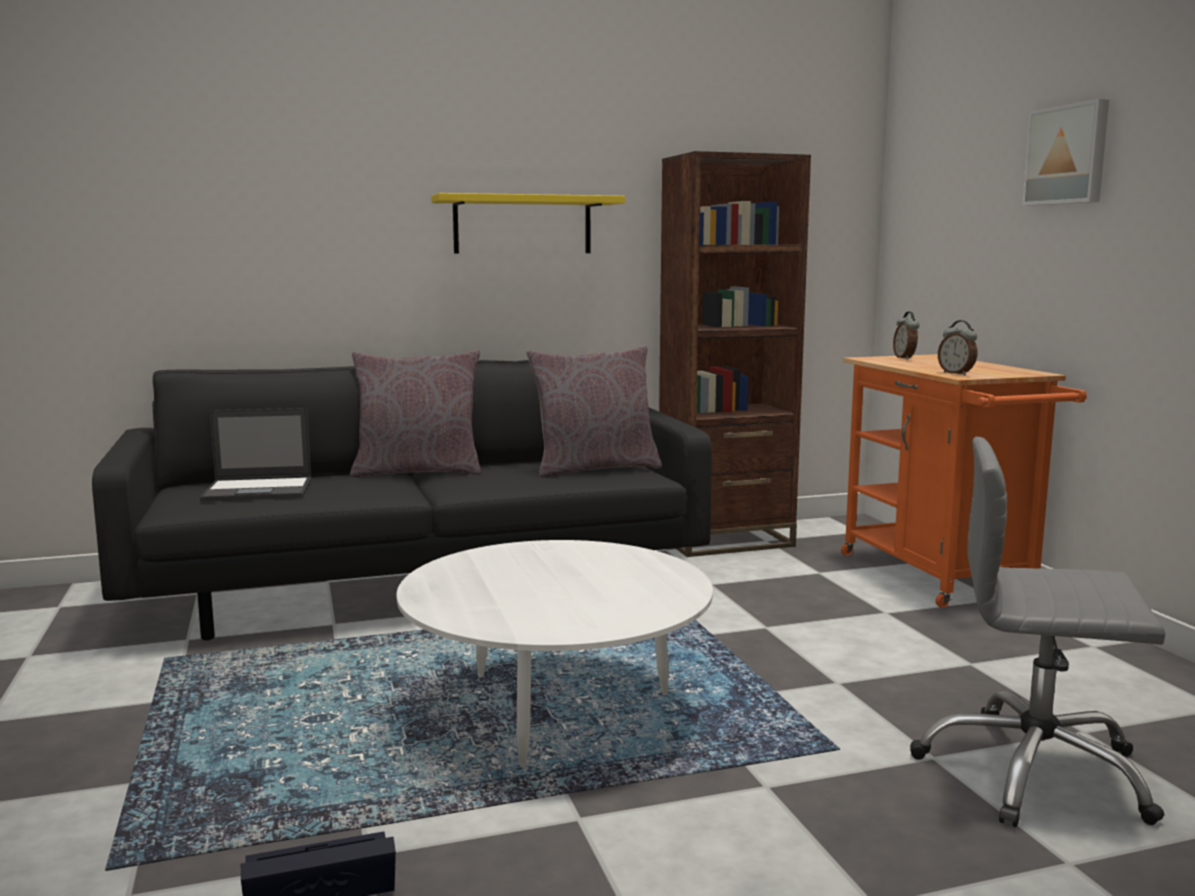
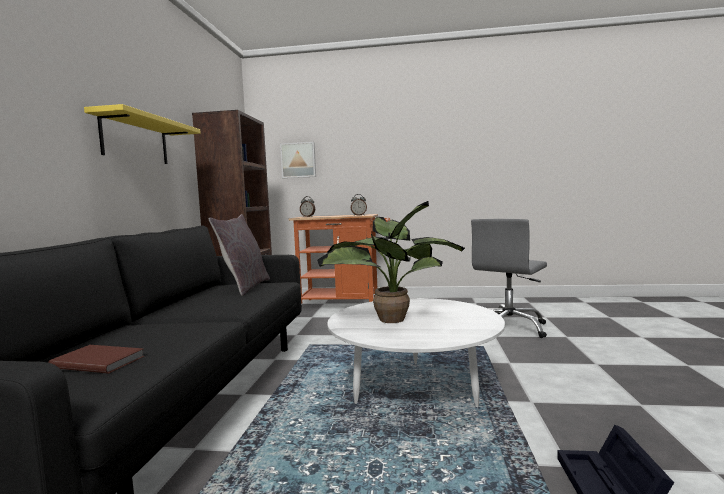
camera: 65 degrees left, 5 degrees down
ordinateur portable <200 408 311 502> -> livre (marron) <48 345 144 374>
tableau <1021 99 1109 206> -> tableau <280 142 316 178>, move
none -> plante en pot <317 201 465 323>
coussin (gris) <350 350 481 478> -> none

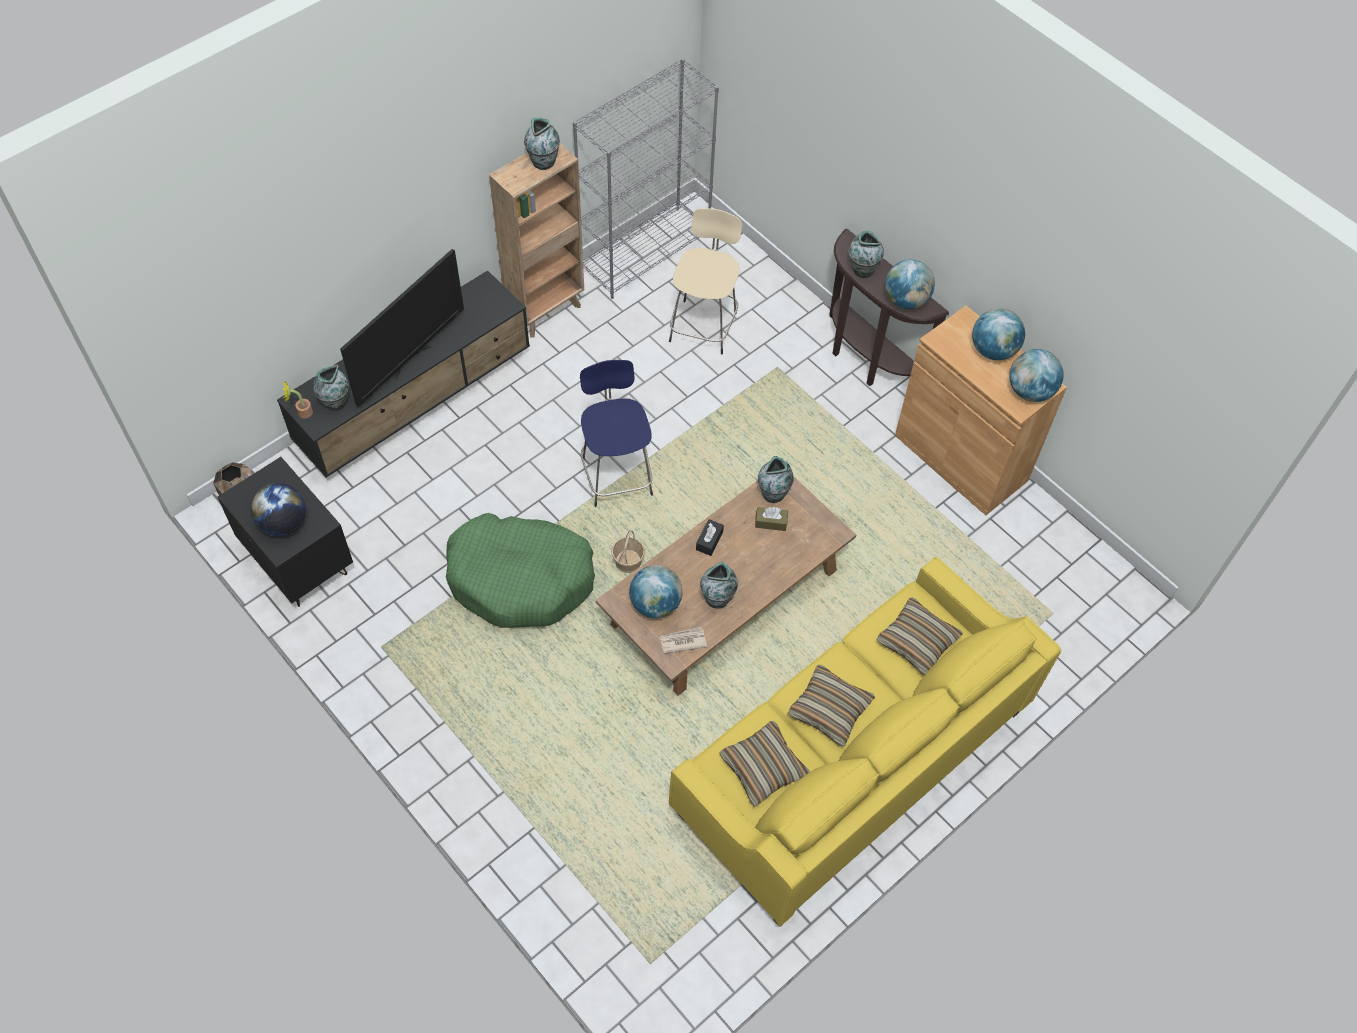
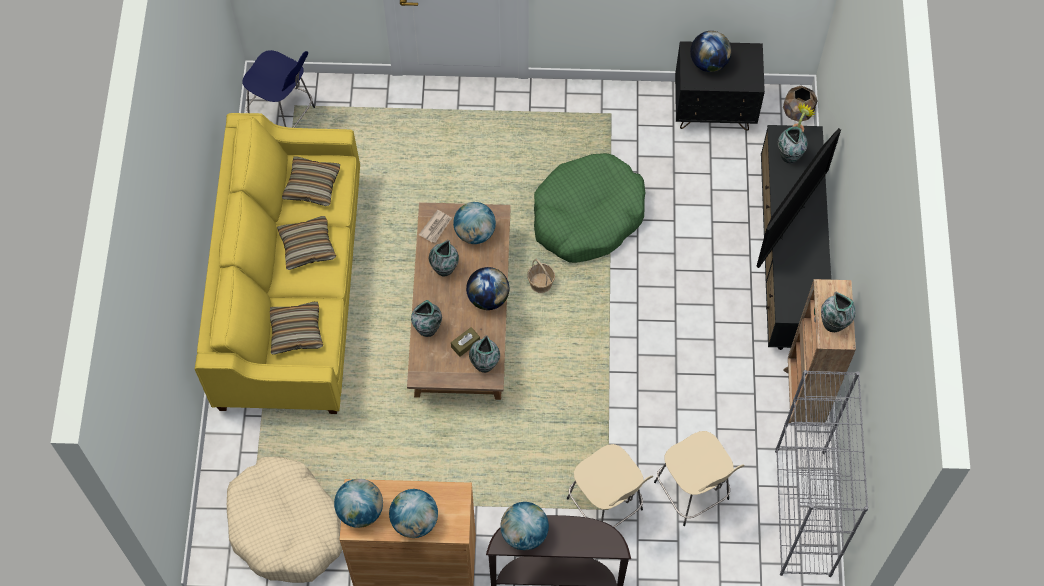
camera: 135 degrees right, 5 degrees up
none -> panier pour chien (beige) <227 457 342 583>
tabouret (bleu) <580 360 653 507> -> tabouret (bleu) <242 50 315 128>, move
vase <849 230 884 278> -> vase <411 300 442 337>, move
boîte à mouchoirs (noir) <696 519 724 556> -> globe <466 267 510 310>
none -> tabouret (beige) <567 444 653 528>
téléviseur <340 249 464 407> -> téléviseur <756 128 841 268>, 135 degrees counterclockwise

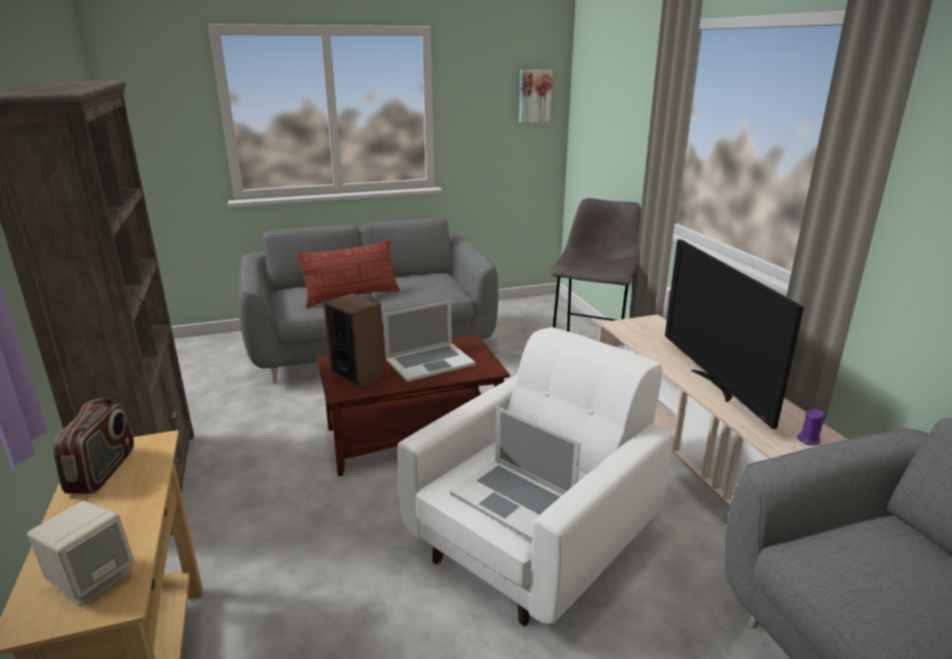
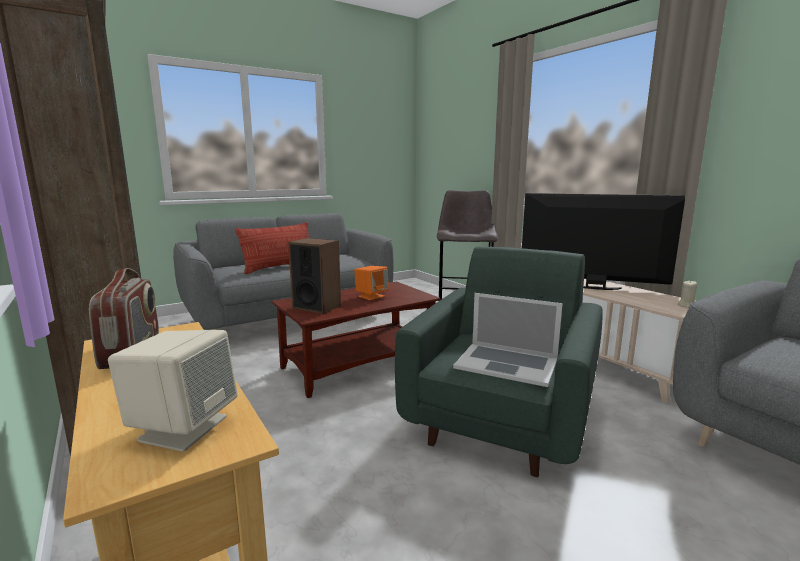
camera: 15 degrees left, 10 degrees down
ordinateur portable <383 301 476 382> -> enceinte (orange) <354 266 389 300>
fauteuil (blanc) <397 327 673 626> -> fauteuil (vert) <395 246 603 477>
téléviseur <665 239 804 429> -> téléviseur <522 193 685 290>, 135 degrees clockwise
bougie (violet) <797 409 825 445> -> bougie (beige) <678 280 697 308>
tableau <519 70 553 123> -> none

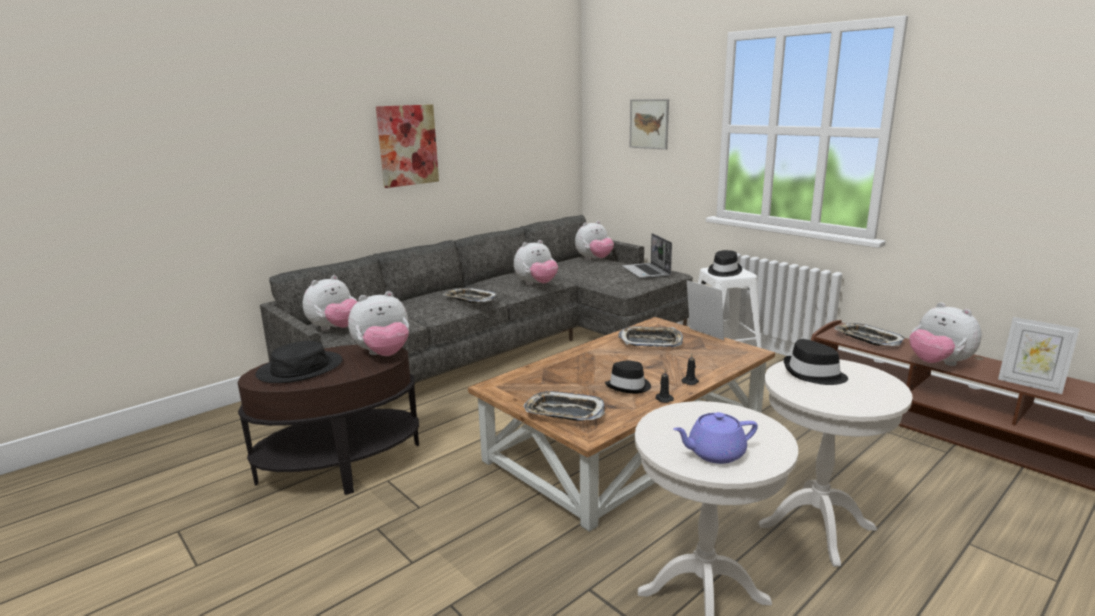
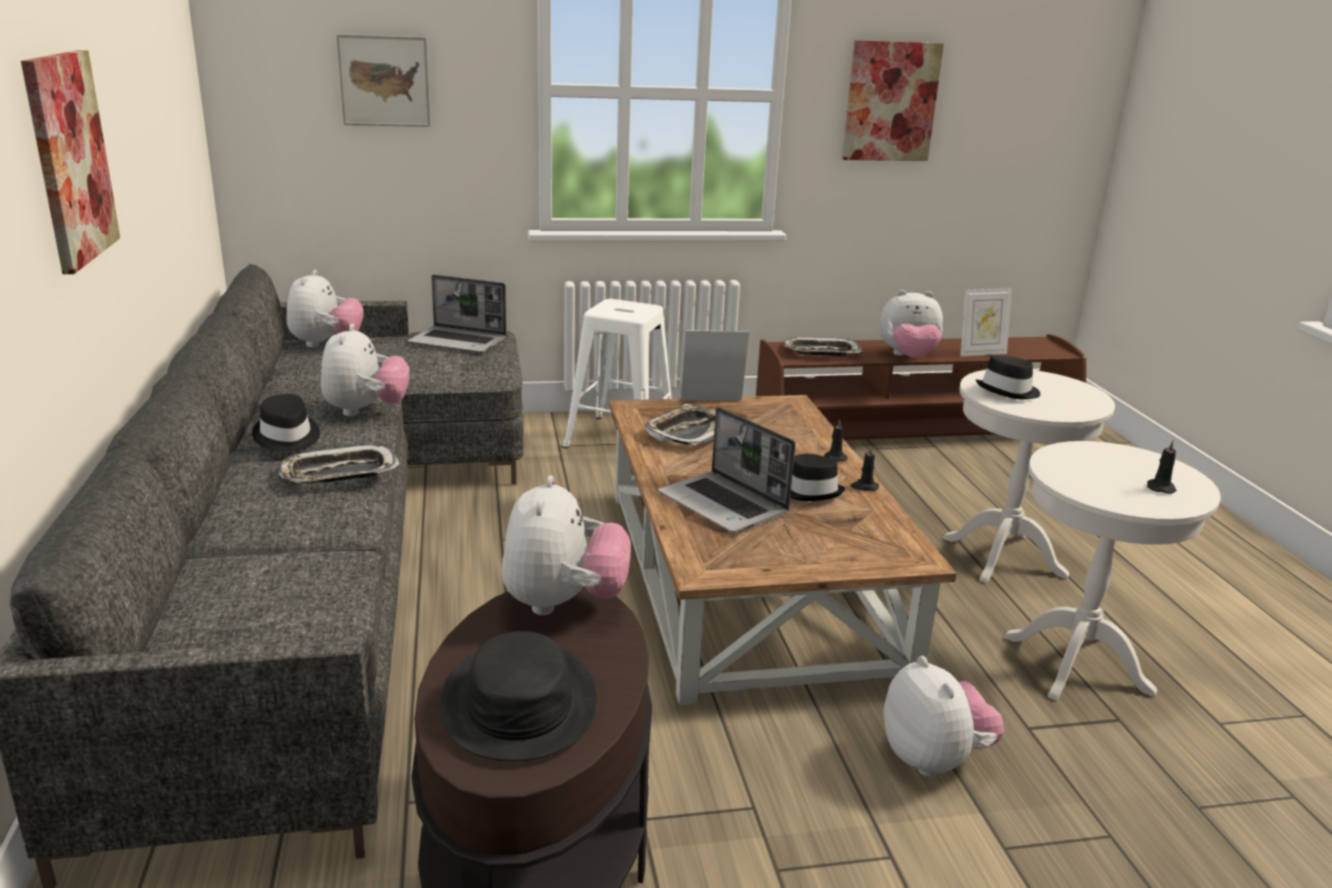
camera: 60 degrees left, 5 degrees up
chapeau (noir) <708 250 742 277> -> chapeau (noir) <252 394 320 452>, move
none -> ordinateur portable <658 407 795 533>
none -> tableau <842 40 944 161>
peluche <303 275 358 331> -> peluche <883 656 1004 777>, move
théière (violet) <673 412 758 464> -> bougie (noir) <1147 440 1177 494>
plateau <523 391 605 421> -> none

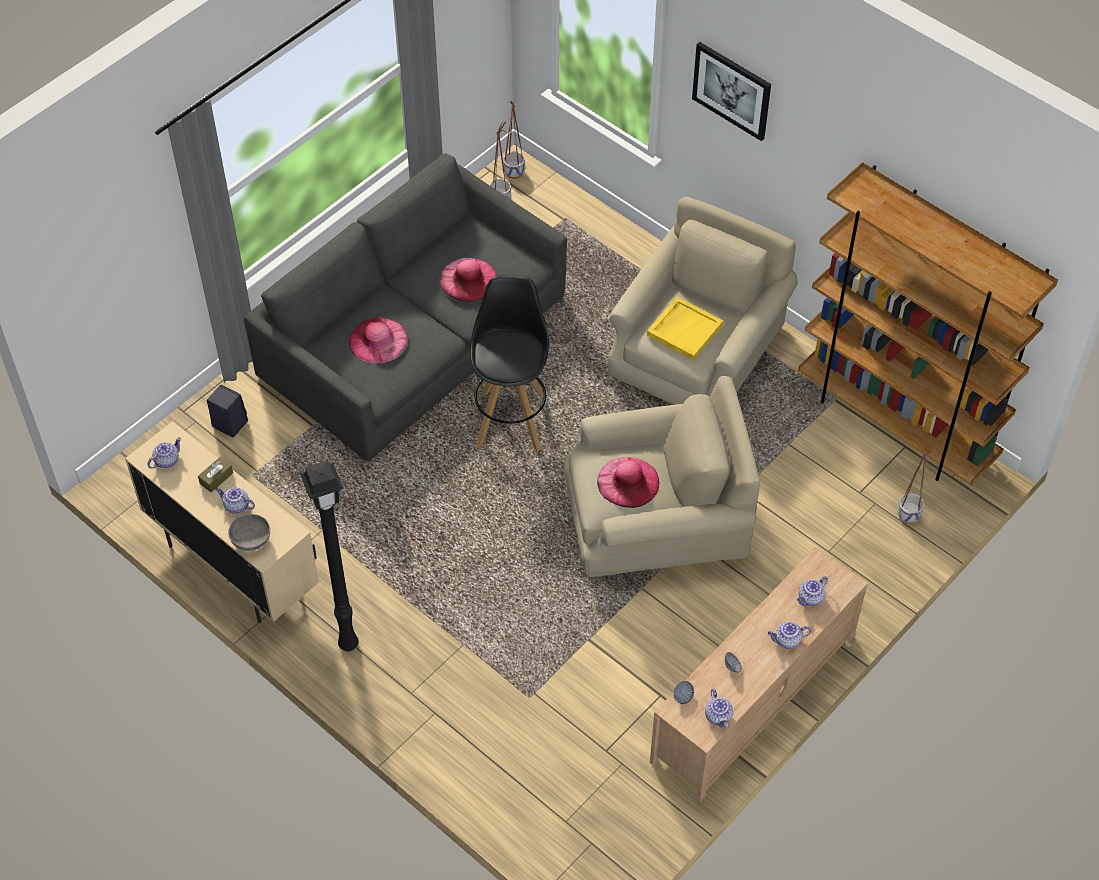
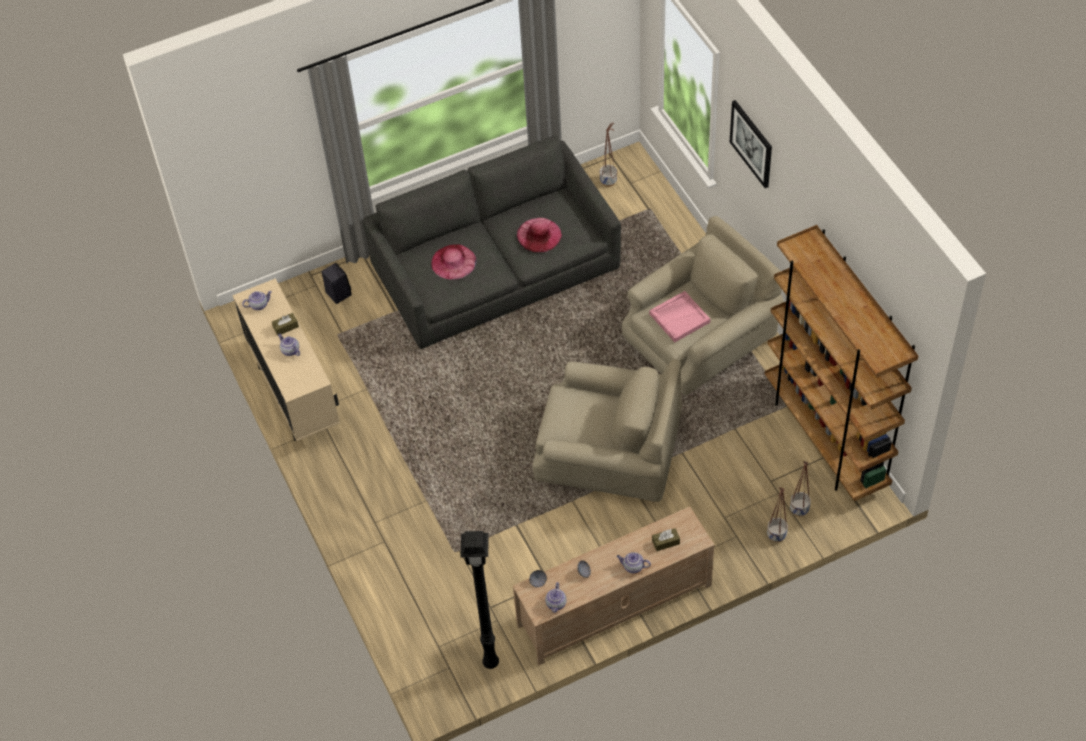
camera: 25 degrees right, 0 degrees up
lampadaire (noir) <300 460 359 651> -> lampadaire (noir) <461 531 499 669>, move
plateau (jaune) <647 297 723 360> -> plateau (rose) <649 291 710 342>
théière <797 576 828 606> -> boîte à mouchoirs (marron) <652 528 680 551>
cache-pot <503 101 525 179> -> cache-pot <767 487 788 542>, move
bol (gris) <228 514 270 551> -> none
tabouret (noir) <470 275 549 452> -> none
chapeau (rose) <597 457 659 508> -> none

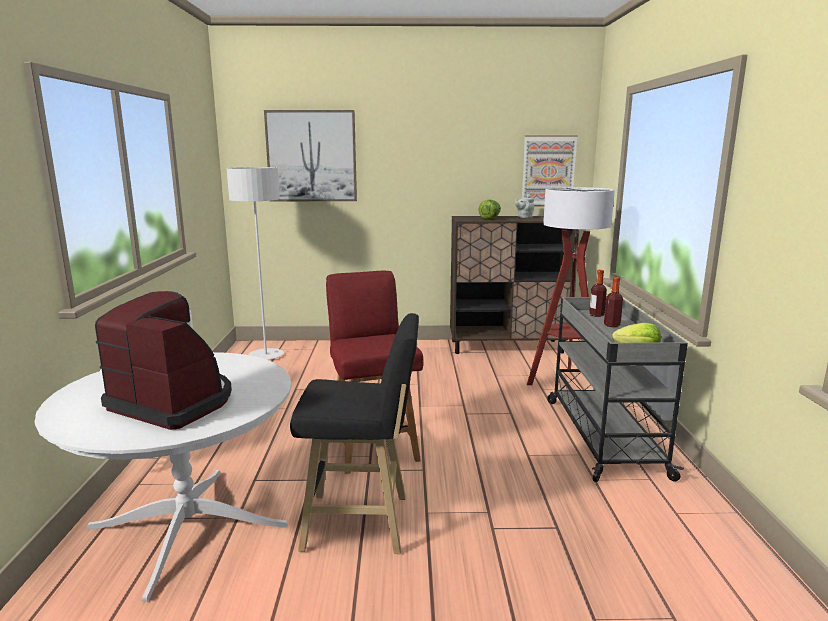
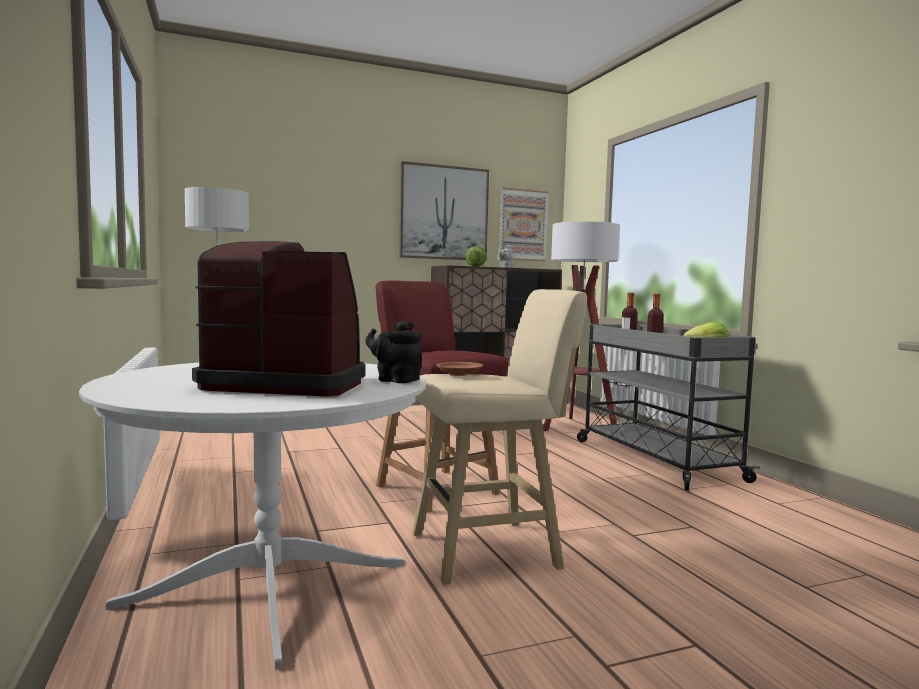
camera: 20 degrees left, 10 degrees down
none -> théière (noir) <365 321 422 383>
tableau <264 110 357 201> -> tableau <399 161 489 261>, move
tabouret (noir) <290 313 419 554> -> tabouret (beige) <412 289 587 585>
none -> assiette (marron) <436 362 483 376>

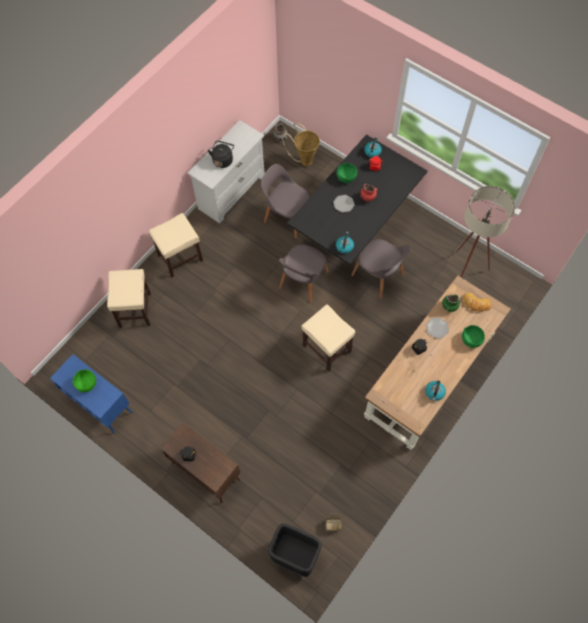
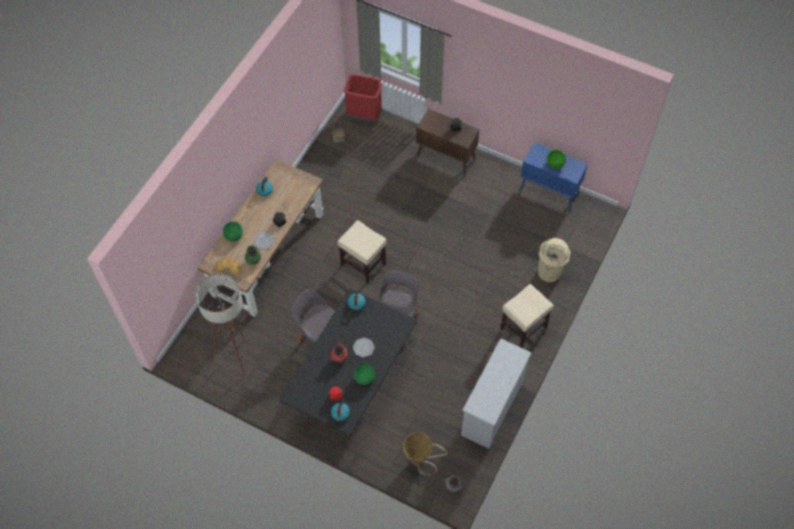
camera: 170 degrees right, 5 degrees down
poubelle (noir) <268 524 322 577> -> poubelle (rouge) <344 74 382 123>
tabouret (beige) <107 269 151 328> -> poubelle (beige) <538 238 571 283>
bouilloire (noir) <208 140 234 168> -> none
chaise (gris) <261 164 310 238> -> none

